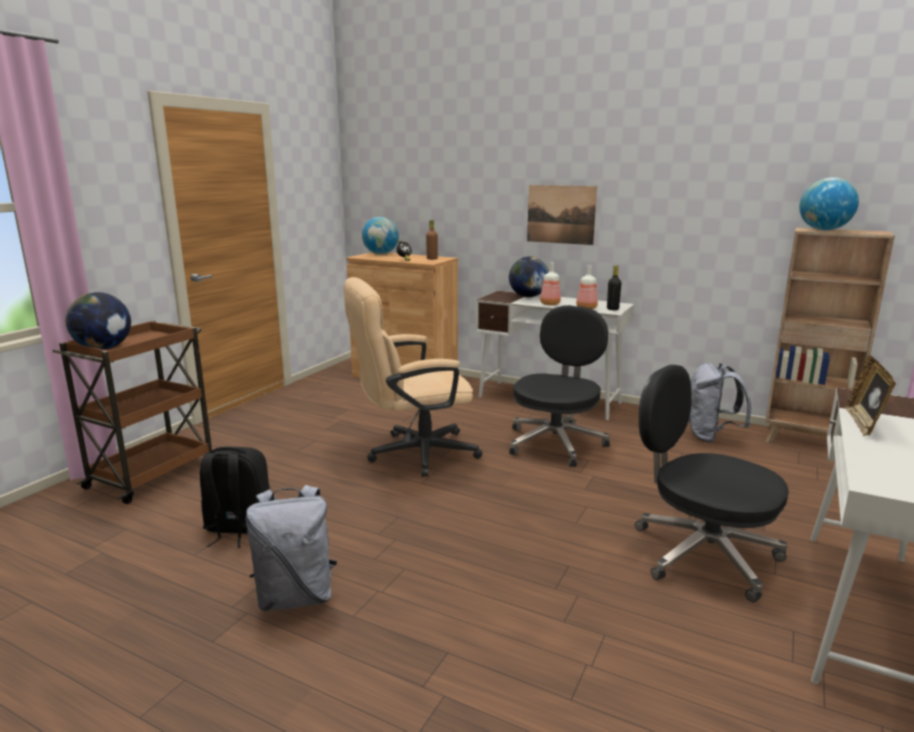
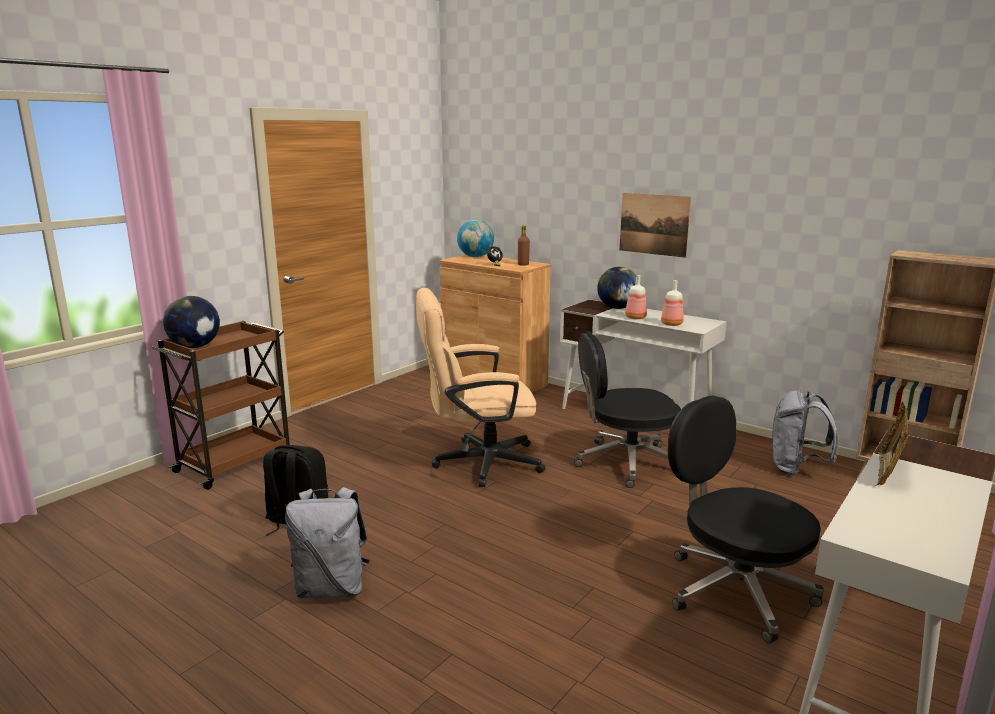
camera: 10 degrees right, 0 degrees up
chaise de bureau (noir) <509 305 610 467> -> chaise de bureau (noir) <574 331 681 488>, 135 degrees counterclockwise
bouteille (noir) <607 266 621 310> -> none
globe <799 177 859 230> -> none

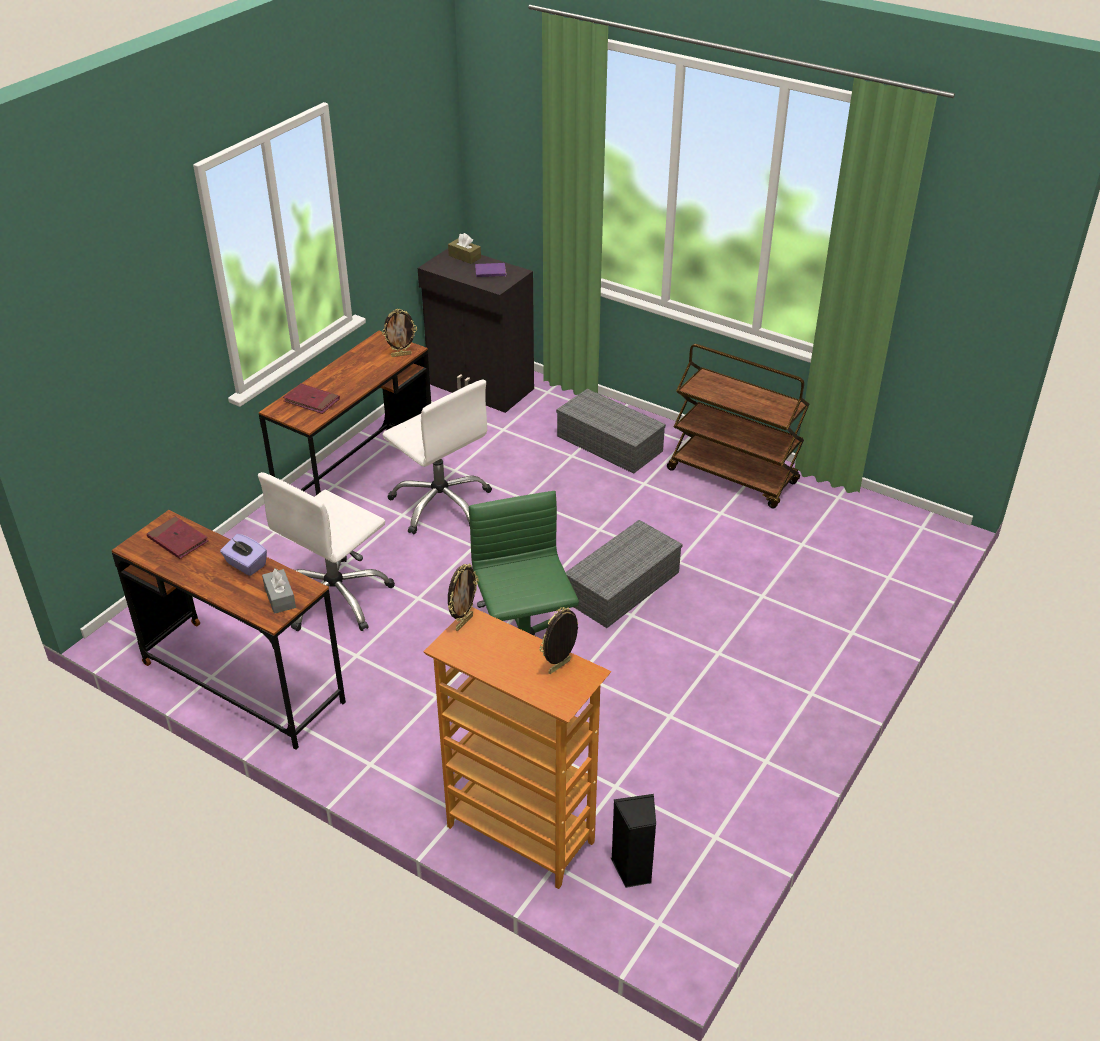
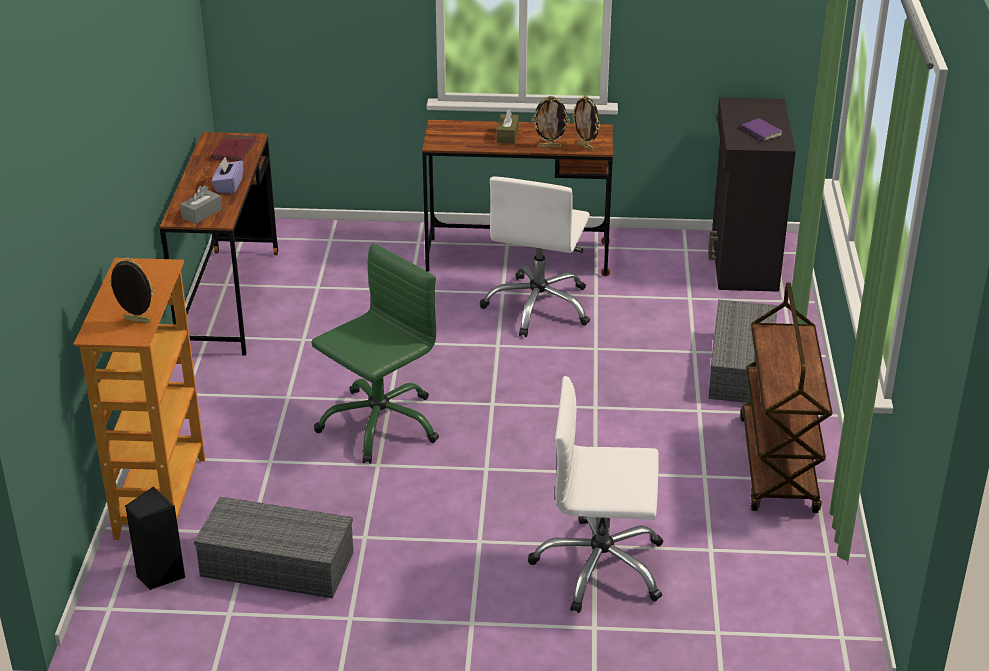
camera: 60 degrees right, 5 degrees down
boîte de rangement (gris) <565 520 683 628> -> boîte de rangement (gris) <194 497 354 598>, move
boîte à mouchoirs (marron) <448 233 481 264> -> boîte à mouchoirs (marron) <497 109 519 144>, move
chaise de bureau (blanc) <258 472 395 631> -> chaise de bureau (blanc) <528 376 663 613>, move
cadre photo <448 563 479 631> -> cadre photo <532 96 570 148>, move
livre (rouge) <283 383 340 414> -> none

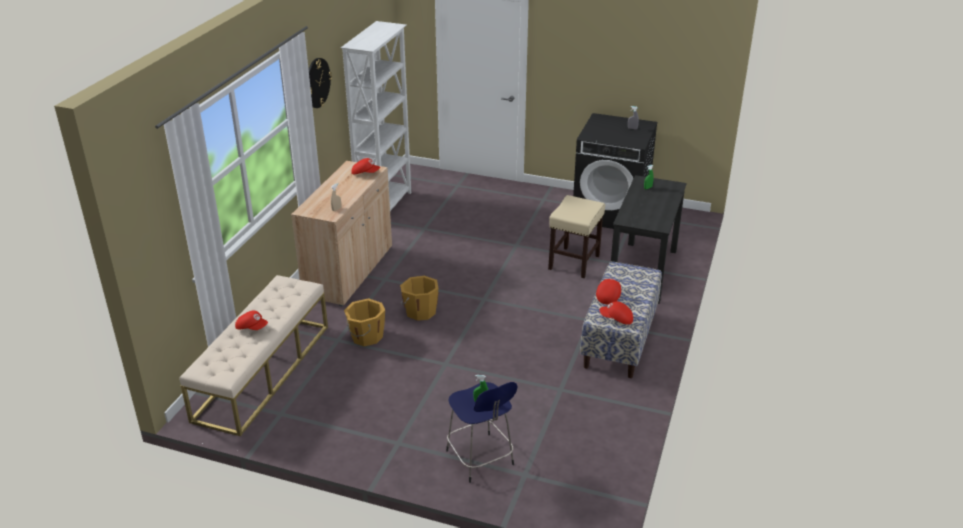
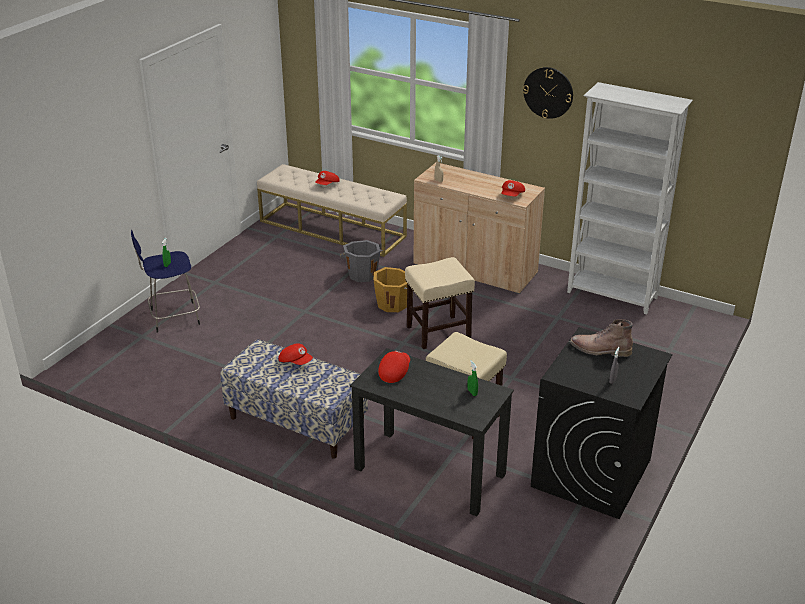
camera: 100 degrees right, 0 degrees up
seau (orange) <344 298 385 346> -> seau (gris) <340 240 383 282>
casquette (rouge) <600 301 633 325> -> casquette (rouge) <378 351 410 383>, move
none -> tabouret (beige) <405 257 475 349>
none -> botte (marron) <570 319 633 357>

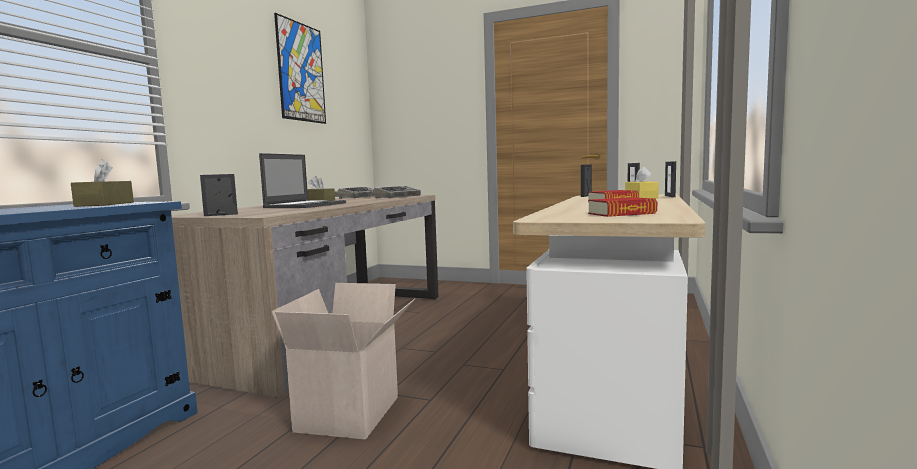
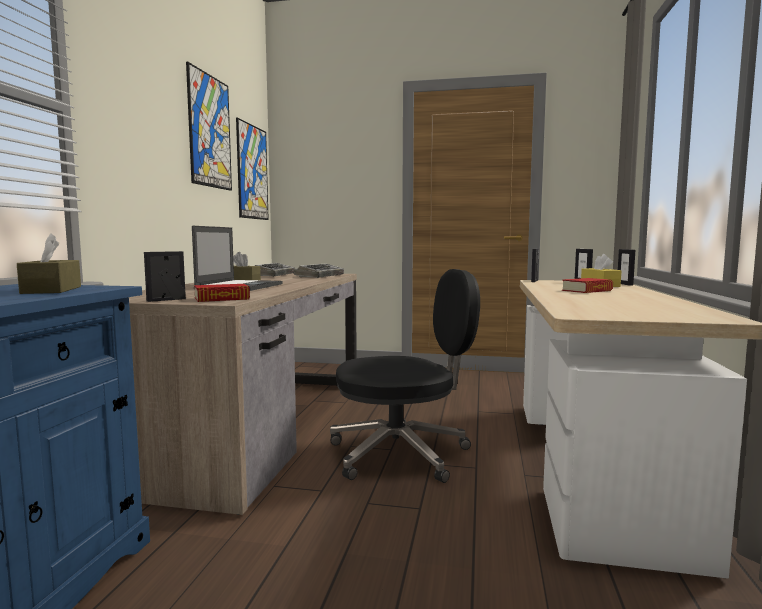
camera: 10 degrees left, 0 degrees up
livre <588 197 657 217> -> livre <194 284 250 302>, move
none -> tableau <236 118 269 220>
none -> chaise de bureau (noir) <330 269 480 483>
carton <271 283 415 440> -> none

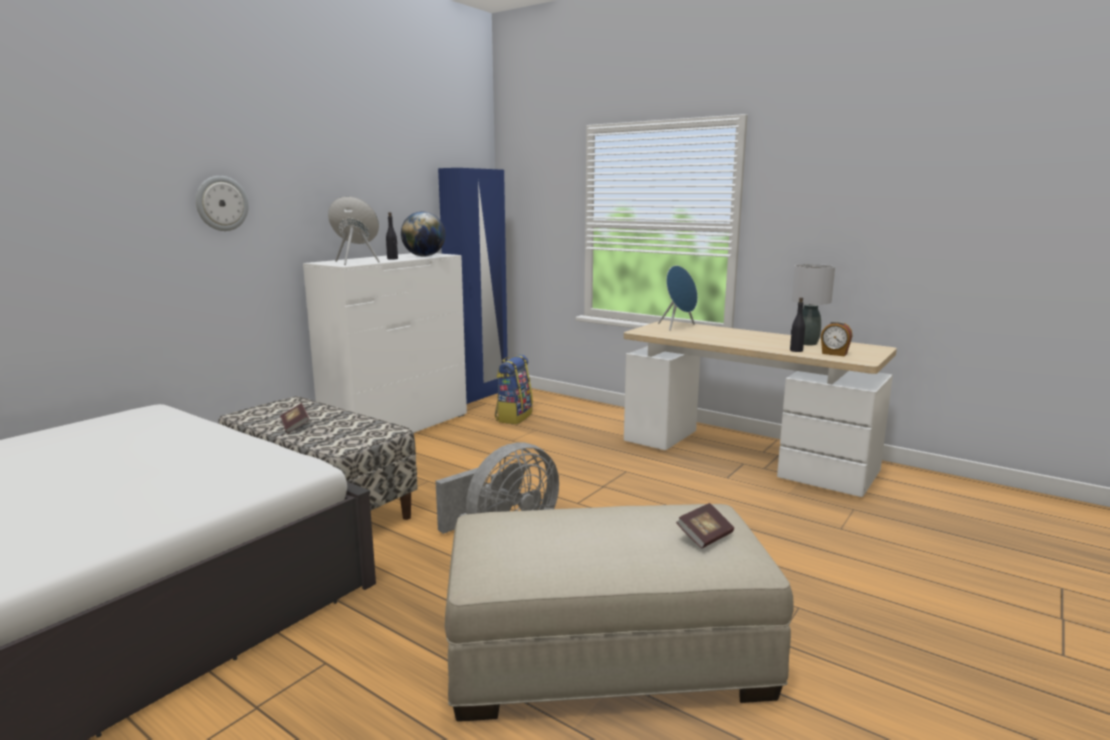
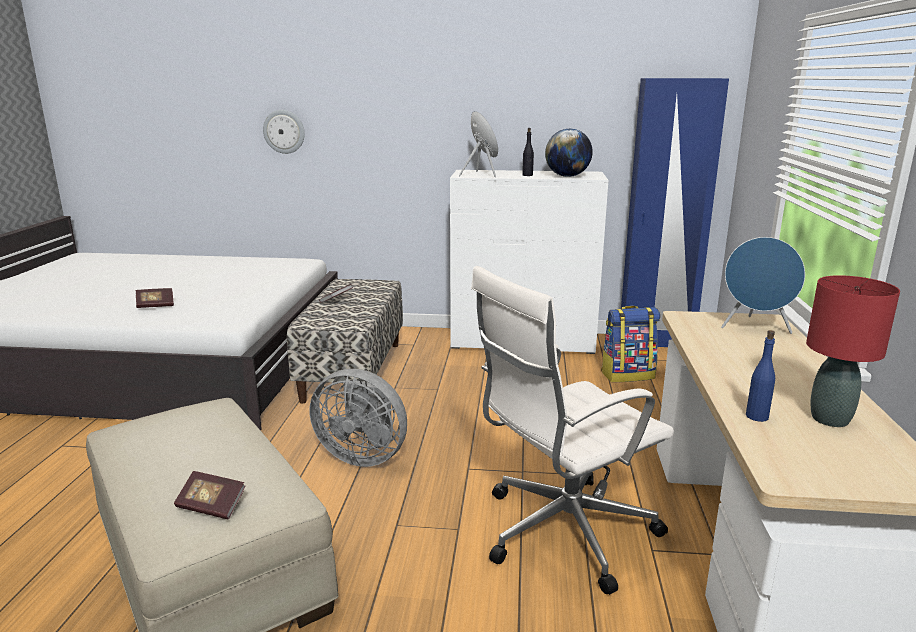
camera: 60 degrees right, 5 degrees up
none -> livre <136 288 174 308>
horloge murale <196 176 249 231> -> horloge murale <263 110 305 154>, move
none -> chaise de bureau (blanc) <471 266 674 595>
bouteille (noir) <790 297 805 352> -> bouteille (bleu) <746 330 775 422>
lampe de table (gris) <792 264 835 345> -> lampe de table (rouge) <806 275 900 427>
réveil <821 321 852 356> -> none

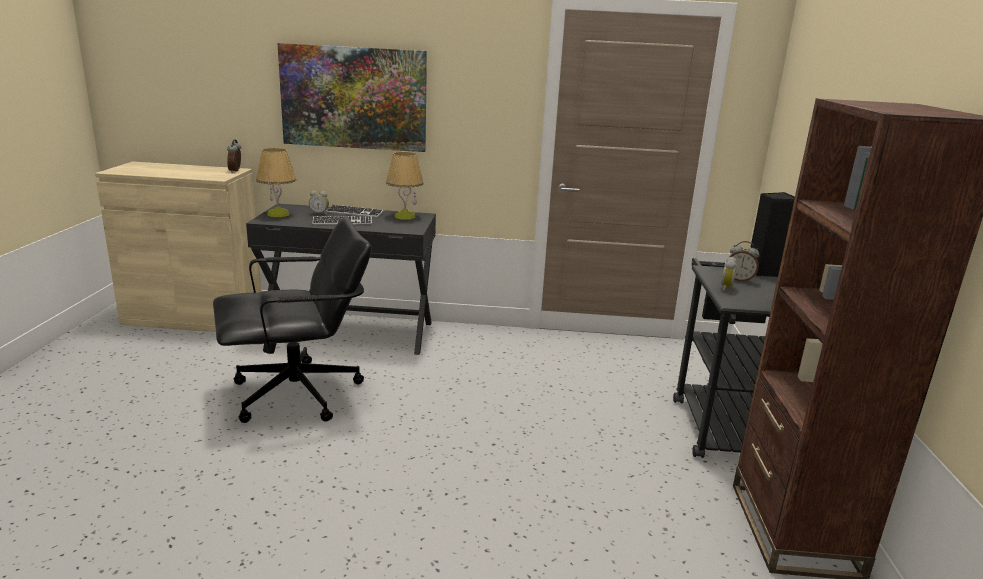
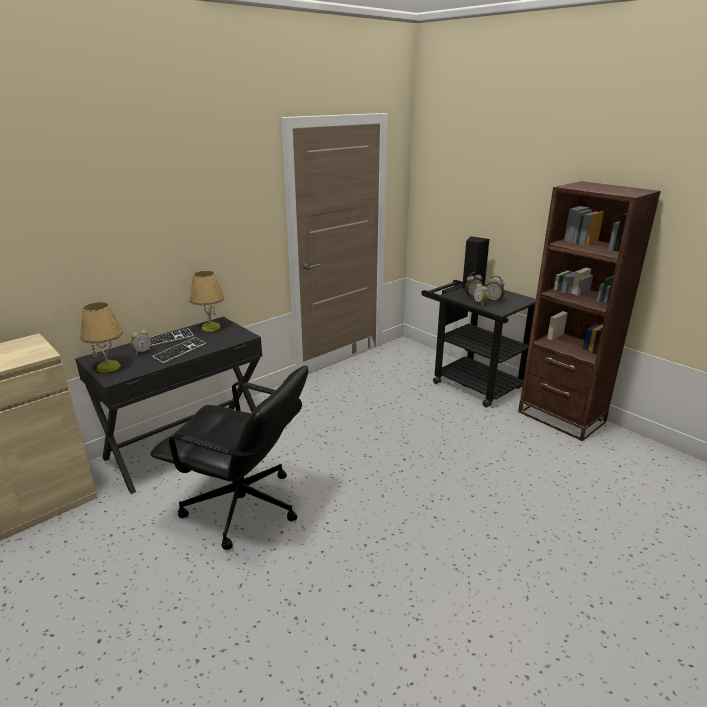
camera: 45 degrees left, 5 degrees up
chaise de bureau (noir) <213 216 372 423> -> chaise de bureau (noir) <150 366 308 550>, 90 degrees clockwise
réveil <227 139 242 173> -> réveil <486 276 505 302>, move
tableau <277 43 427 152> -> none

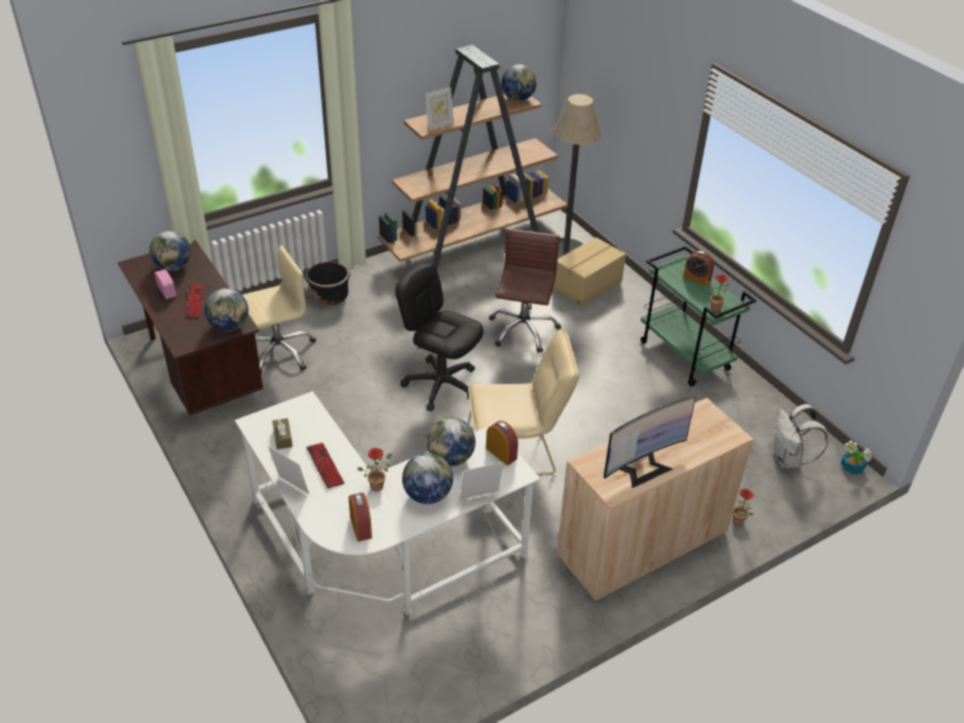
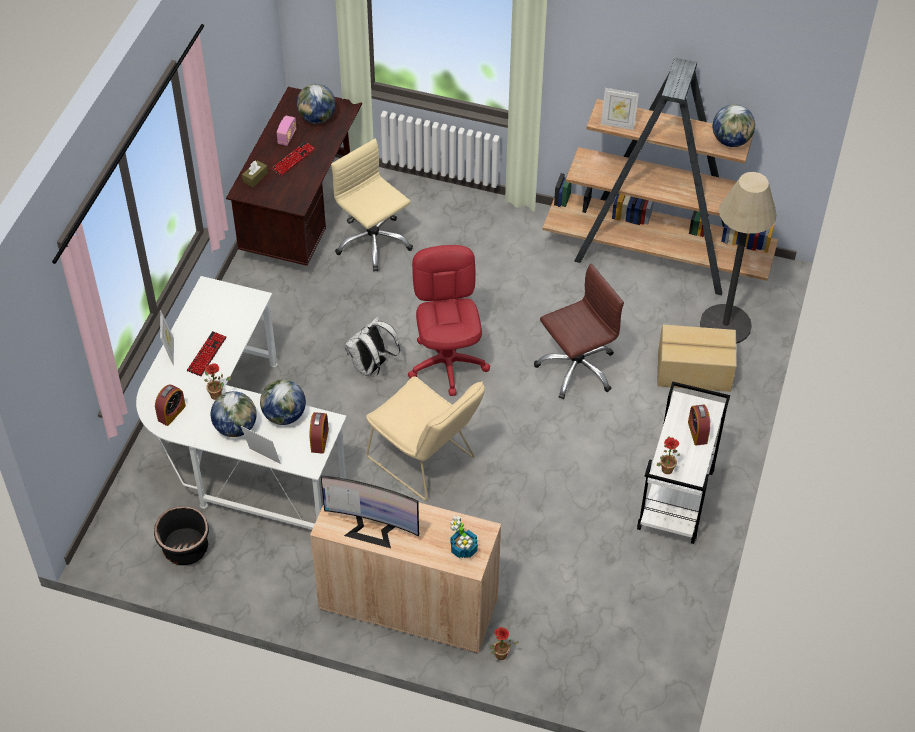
camera: 50 degrees right, 10 degrees up
cache-pot (noir) <305 262 350 306> -> cache-pot (noir) <154 506 209 565>, move
boîte à mouchoirs (marron) <272 418 293 450> -> boîte à mouchoirs (marron) <242 161 268 187>, move
chaise de bureau (beige) <243 245 316 374> -> chaise de bureau (beige) <331 139 413 272>, 150 degrees counterclockwise
sac à dos (blanc) <773 404 828 468> -> sac à dos (blanc) <345 316 400 377>, move
chaise de bureau (noir) <395 263 483 411> -> chaise de bureau (rouge) <408 245 490 396>
plante en pot <841 440 872 474> -> plante en pot <450 516 478 558>, move
chariot (vert) <640 246 756 387> -> chariot (blanc) <637 381 730 544>
globe <204 288 248 331> -> none

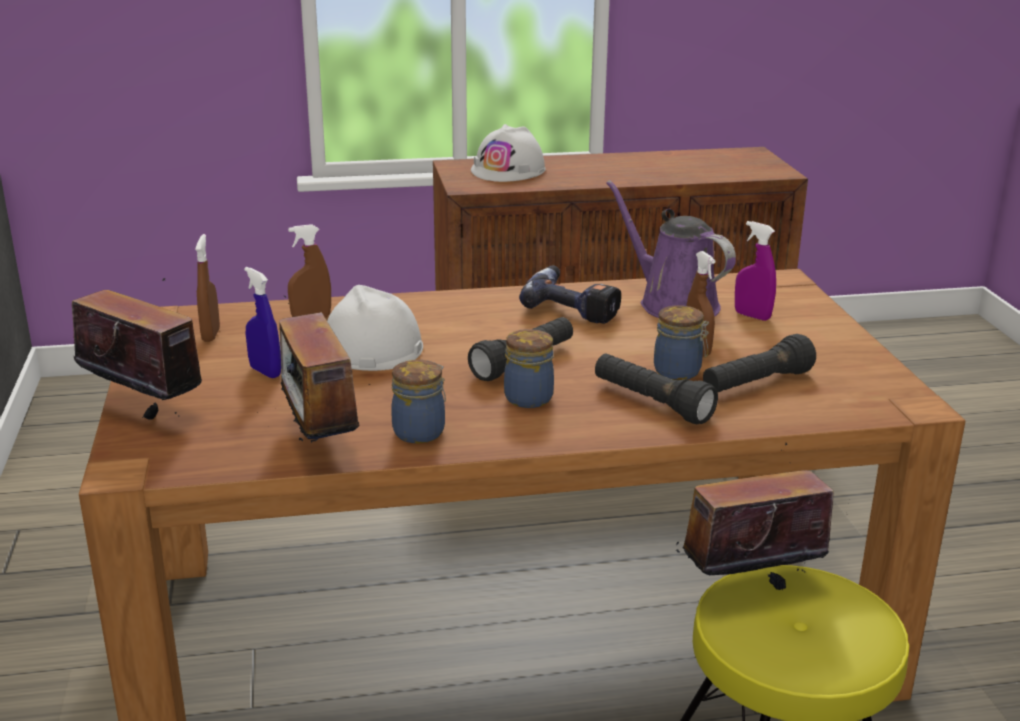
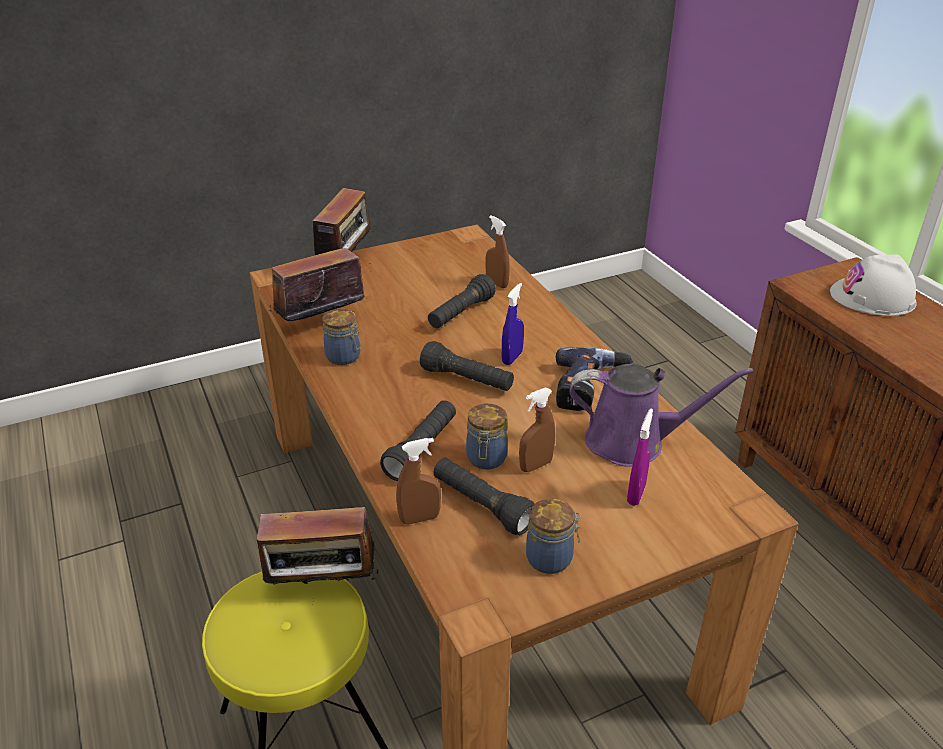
camera: 75 degrees right, 10 degrees up
radio <675 443 834 590> -> radio <257 507 378 601>, 120 degrees clockwise
vaporisateur (marron) <195 234 220 342> -> vaporisateur (marron) <396 438 441 525>, move
casque de chantier (blanc) <327 285 423 371> -> lampe de poche (noir) <428 274 496 328>
vaporisateur (bleu) <244 267 281 378> -> vaporisateur (bleu) <502 283 524 365>, move
bocal <504 329 554 408> -> bocal <526 499 581 574>, move
arrosoir (violet) <606 180 736 318> -> arrosoir (violet) <570 364 753 467>, 60 degrees clockwise

